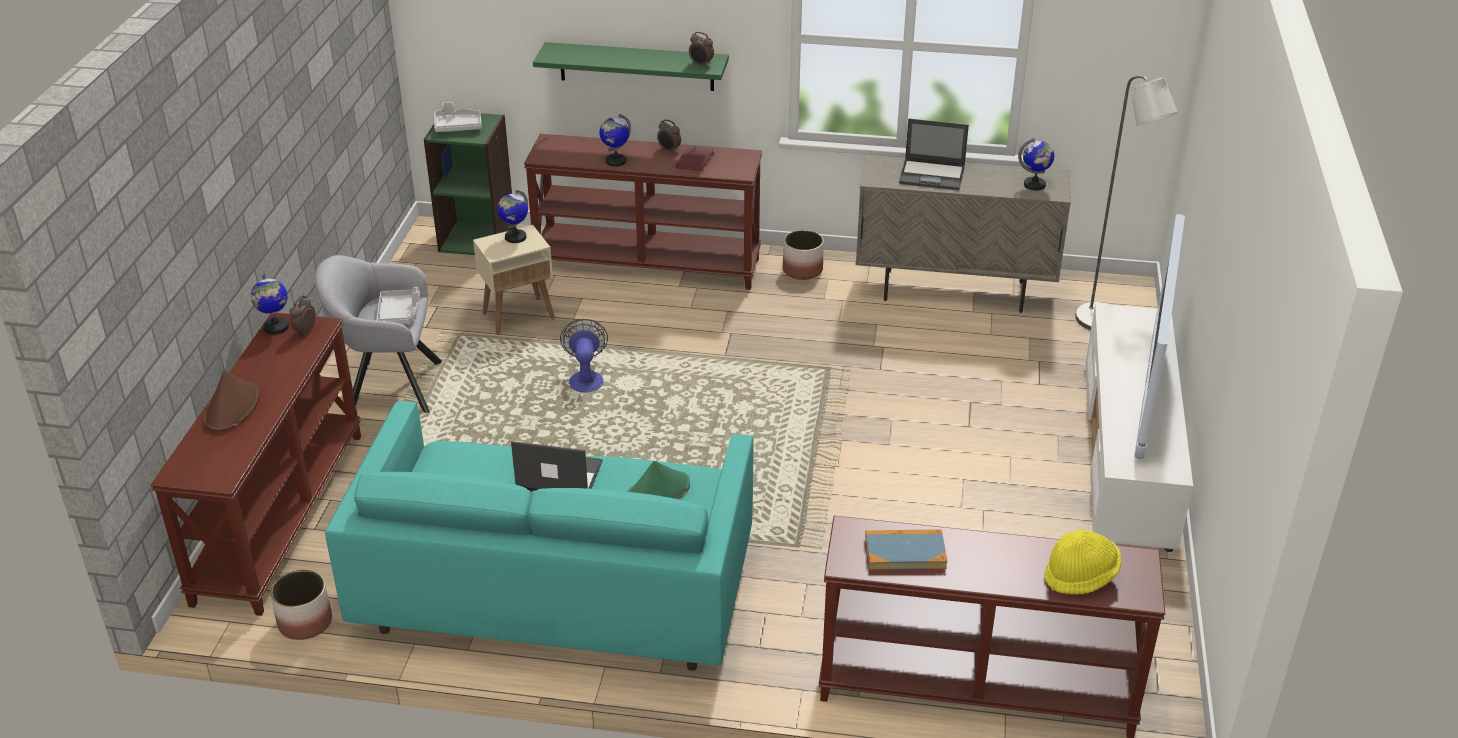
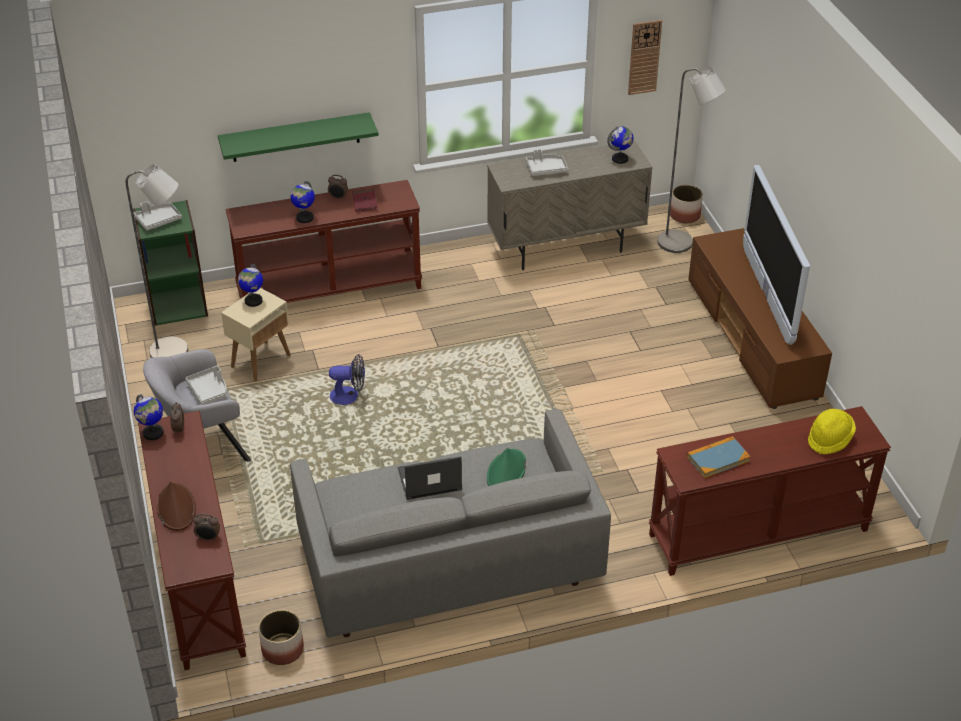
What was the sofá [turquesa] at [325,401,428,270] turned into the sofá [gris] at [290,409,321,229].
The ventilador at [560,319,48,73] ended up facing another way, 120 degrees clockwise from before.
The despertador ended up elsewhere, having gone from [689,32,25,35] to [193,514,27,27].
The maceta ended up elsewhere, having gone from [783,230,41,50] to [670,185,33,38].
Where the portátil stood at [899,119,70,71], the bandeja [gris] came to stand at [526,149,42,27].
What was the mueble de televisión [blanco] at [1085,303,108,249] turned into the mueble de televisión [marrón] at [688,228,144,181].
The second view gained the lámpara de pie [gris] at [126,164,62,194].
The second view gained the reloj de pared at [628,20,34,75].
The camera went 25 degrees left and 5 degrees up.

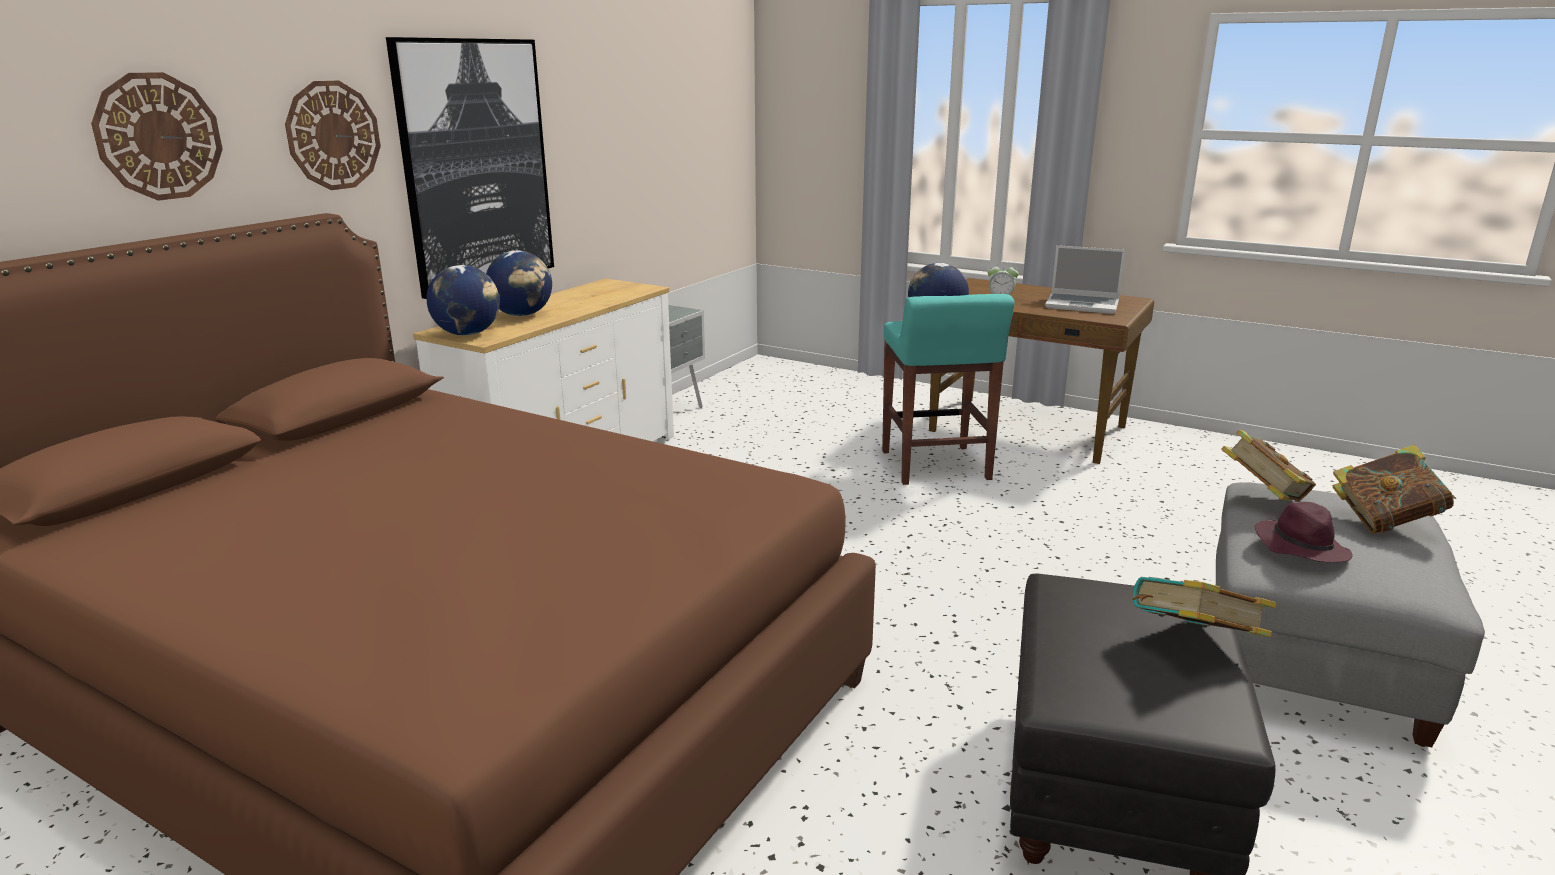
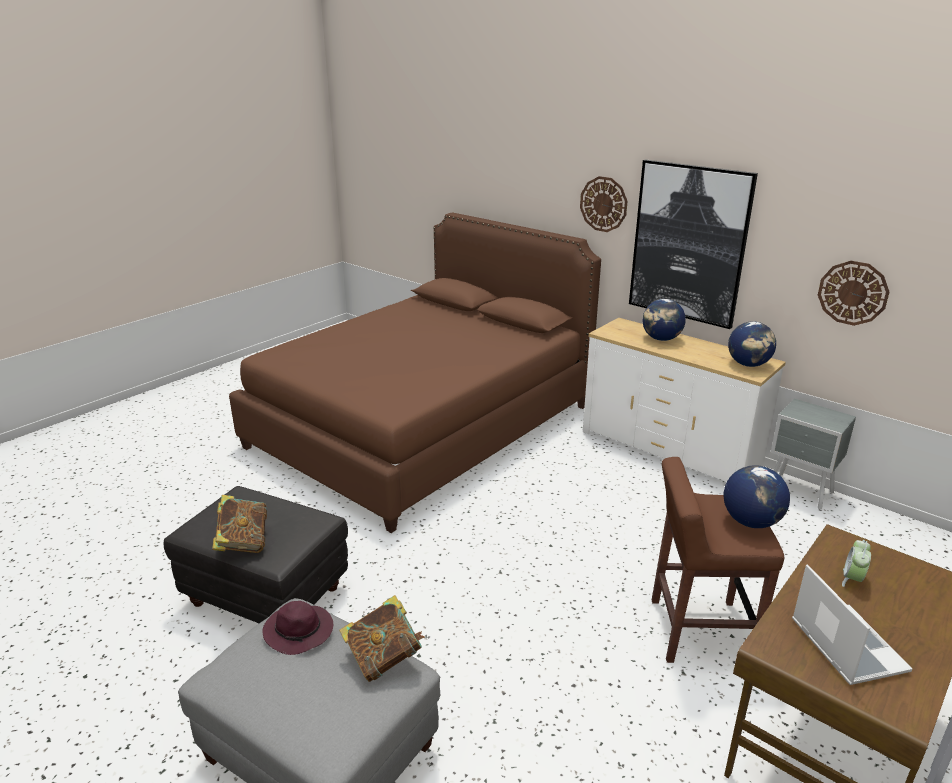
The reloj de pared ended up elsewhere, having gone from [91,72,132,129] to [818,261,71,65].
The globo terráqueo ended up elsewhere, having gone from [427,265,73,71] to [728,321,48,46].
What was the taburete [turquesa] at [882,294,133,191] turned into the taburete [marrón] at [652,457,132,206].
The portátil at [1045,245,80,69] ended up facing another way, 135 degrees clockwise from before.
The second view lost the libro at [1333,445,123,89].
The camera went 100 degrees right and 5 degrees up.

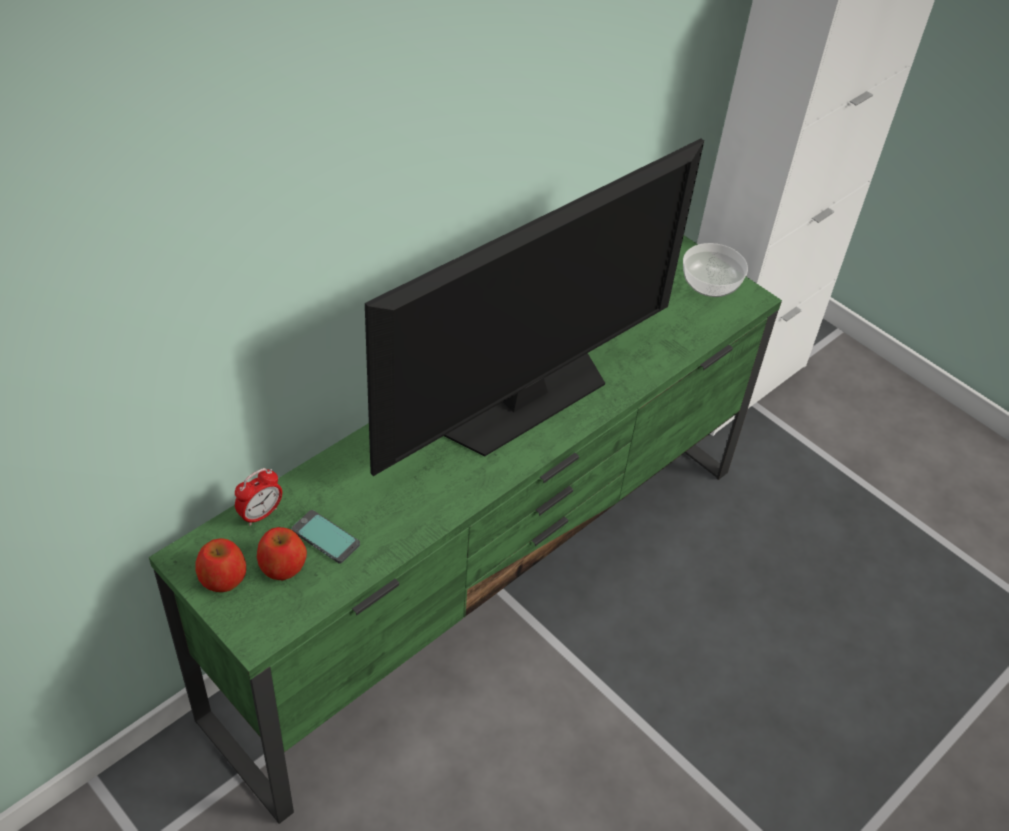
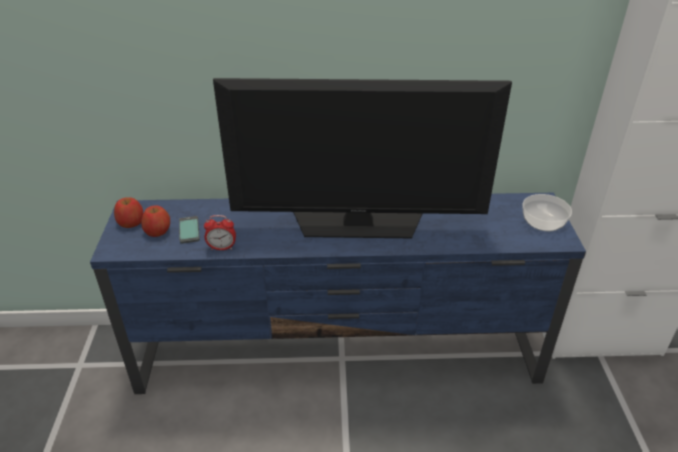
What was the mueble de televisión [verde] at [149,235,633,589] turned into the mueble de televisión [azul] at [90,193,496,201].
The despertador ended up elsewhere, having gone from [235,468,47,58] to [204,215,32,35].
The camera went 45 degrees right and 10 degrees down.

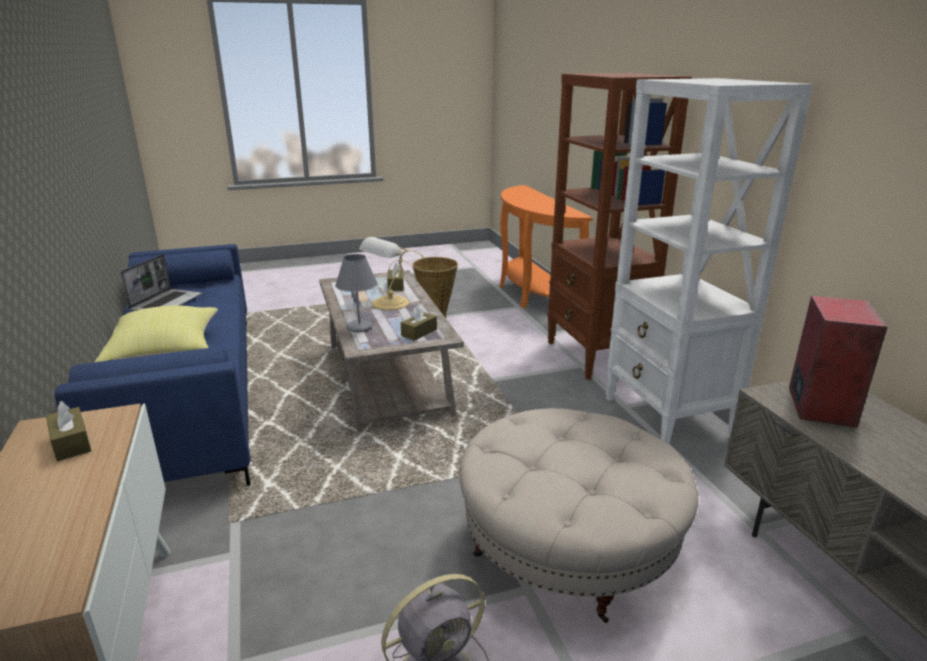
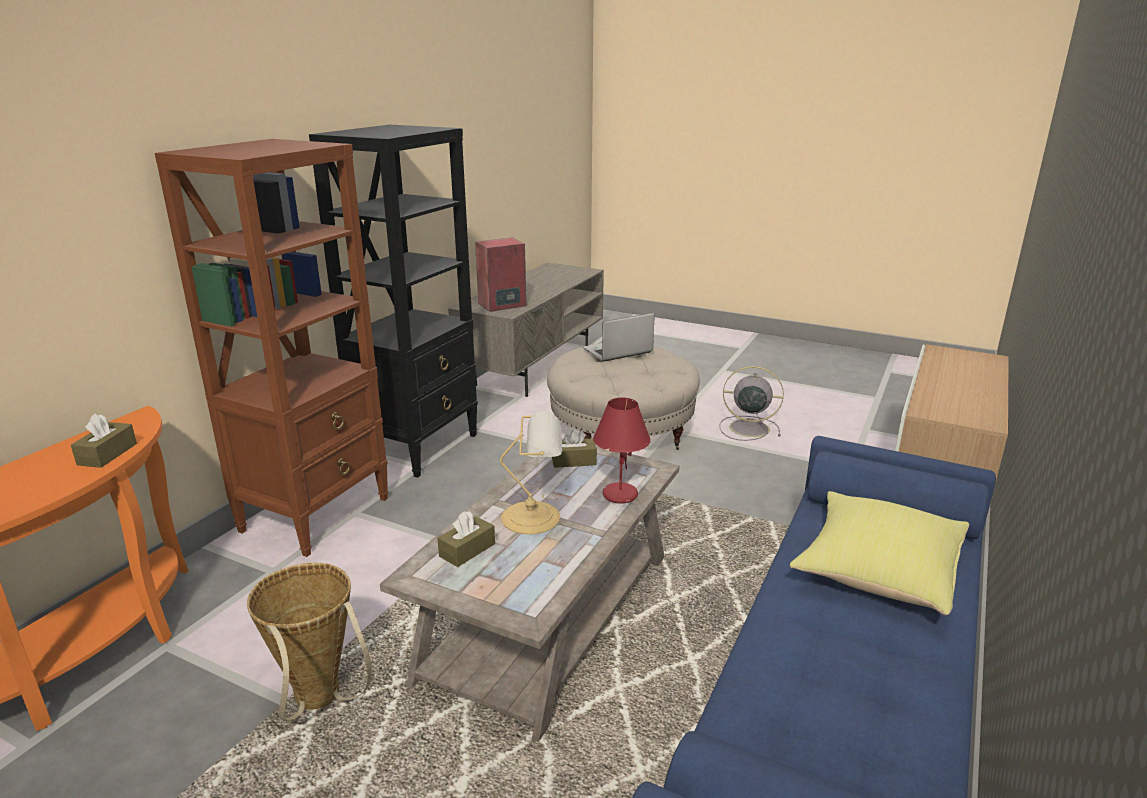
The caja de pañuelos [marrón] ended up elsewhere, having gone from [46,401,45,60] to [71,413,66,55].
The portátil ended up elsewhere, having gone from [120,254,82,57] to [583,313,72,49].
What was the lámpara de mesa [gris] at [335,254,43,78] turned into the lámpara de mesa [rojo] at [593,398,58,106].
What was the estantería [blanco] at [606,78,207,366] turned into the estantería [negro] at [309,125,169,353].
The camera went 135 degrees left and 0 degrees up.

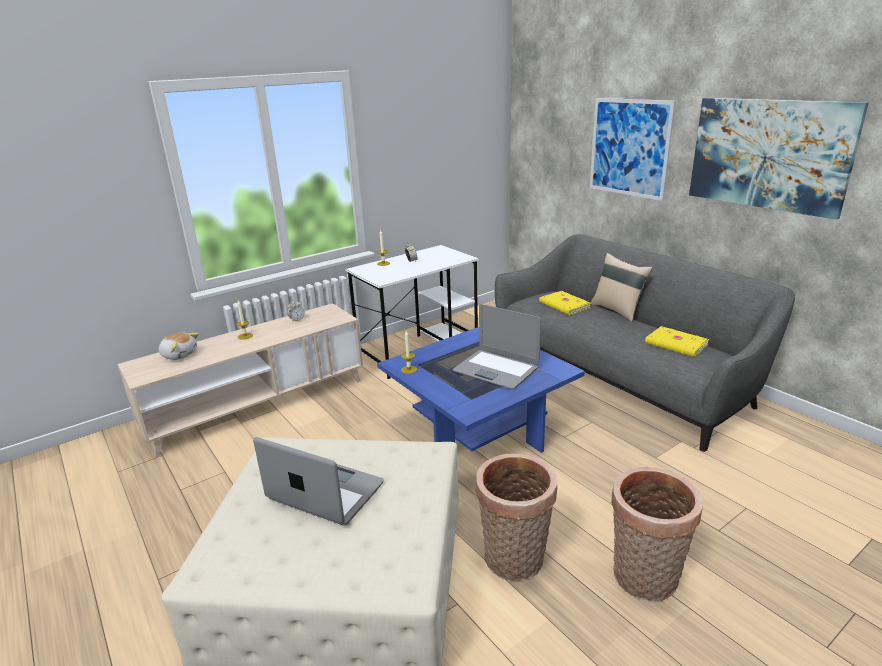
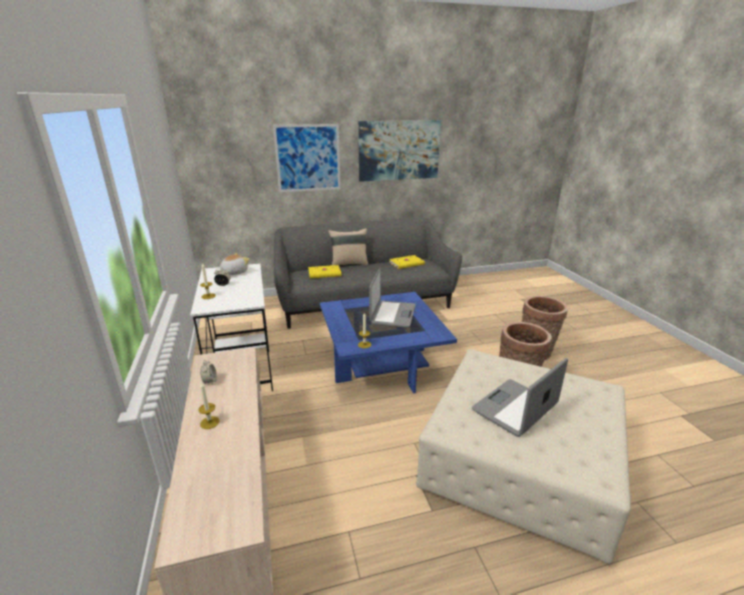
The peluche ended up elsewhere, having gone from [158,332,41,28] to [220,253,30,22].
The portátil at [453,304,88,85] ended up facing another way, 45 degrees counterclockwise from before.
The camera went 70 degrees left and 0 degrees up.

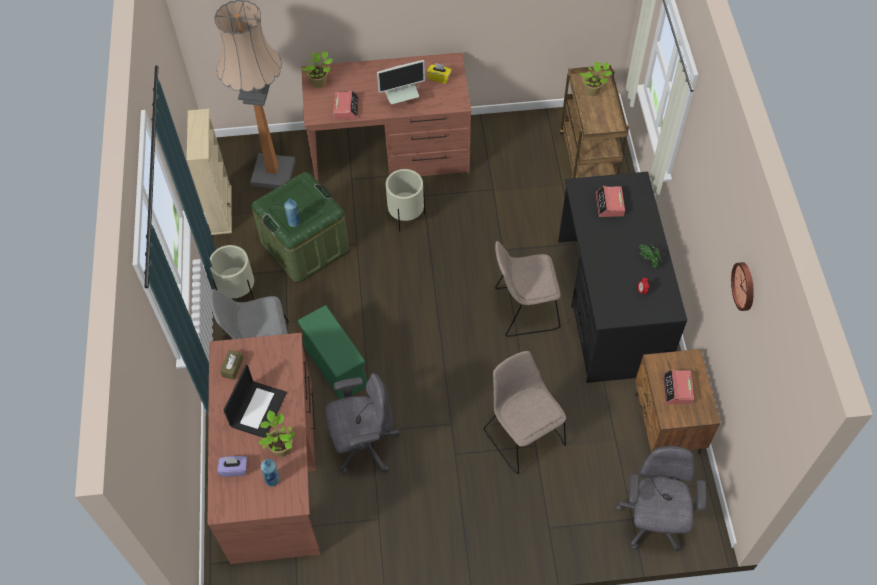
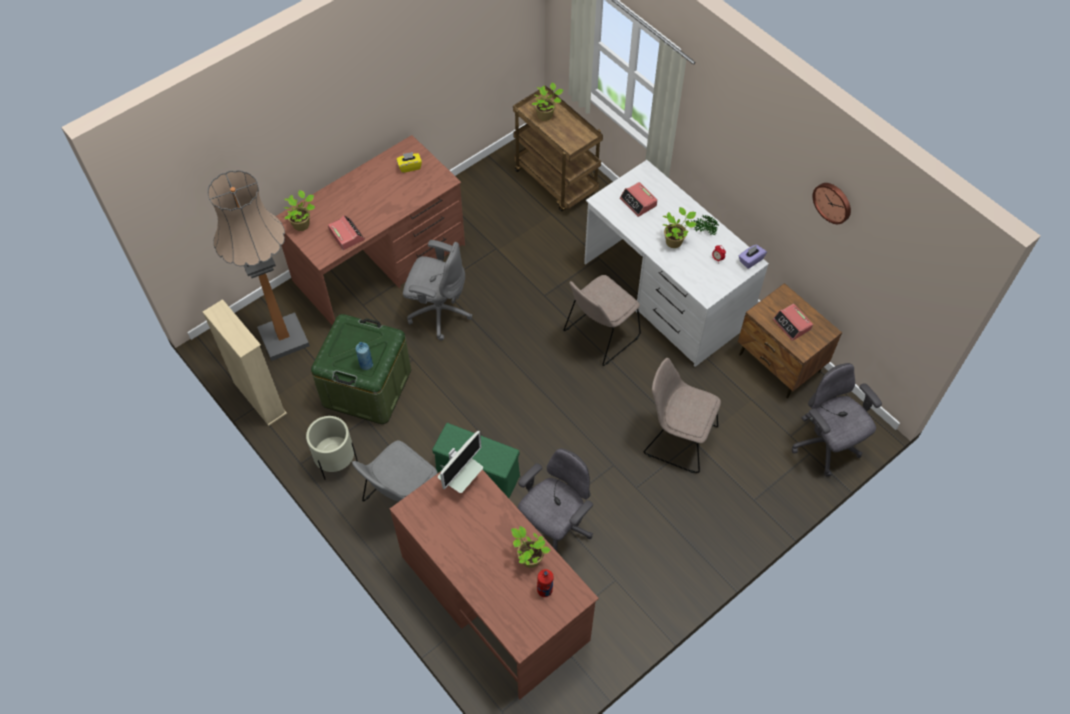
The caja de pañuelos [morado] ended up elsewhere, having gone from [217,456,30,21] to [739,244,28,25].
The second view lost the caja de pañuelos [marrón] at [220,350,24,30].
The second view lost the portátil at [223,365,64,73].
What was the botella [azul] at [261,459,19,28] turned into the botella [rojo] at [537,569,17,28].
The monitor ended up elsewhere, having gone from [377,60,48,44] to [438,431,45,62].
Where the maceta [beis] stood at [386,169,39,62], the silla de oficina [gris] came to stand at [403,240,69,101].
What was the escritorio [negro] at [558,172,129,211] turned into the escritorio [blanco] at [584,160,185,207].
The second view gained the planta en maceta at [663,207,34,41].
The camera went 35 degrees left and 0 degrees up.

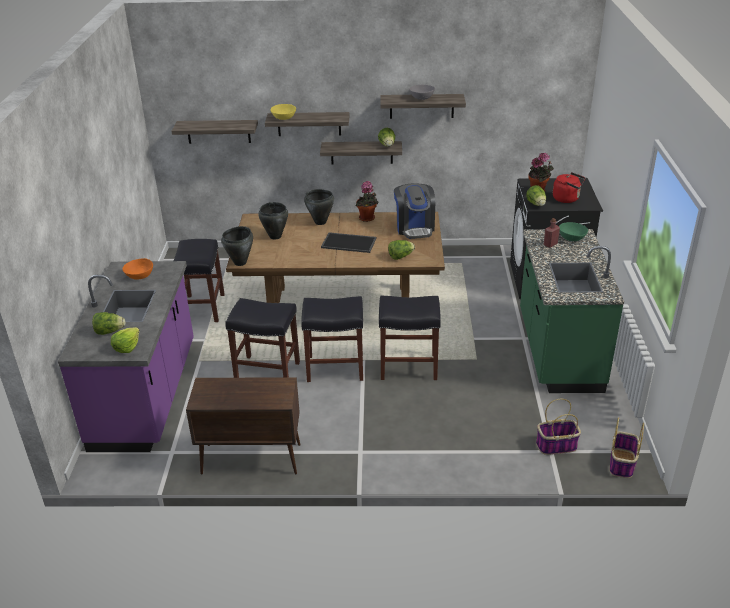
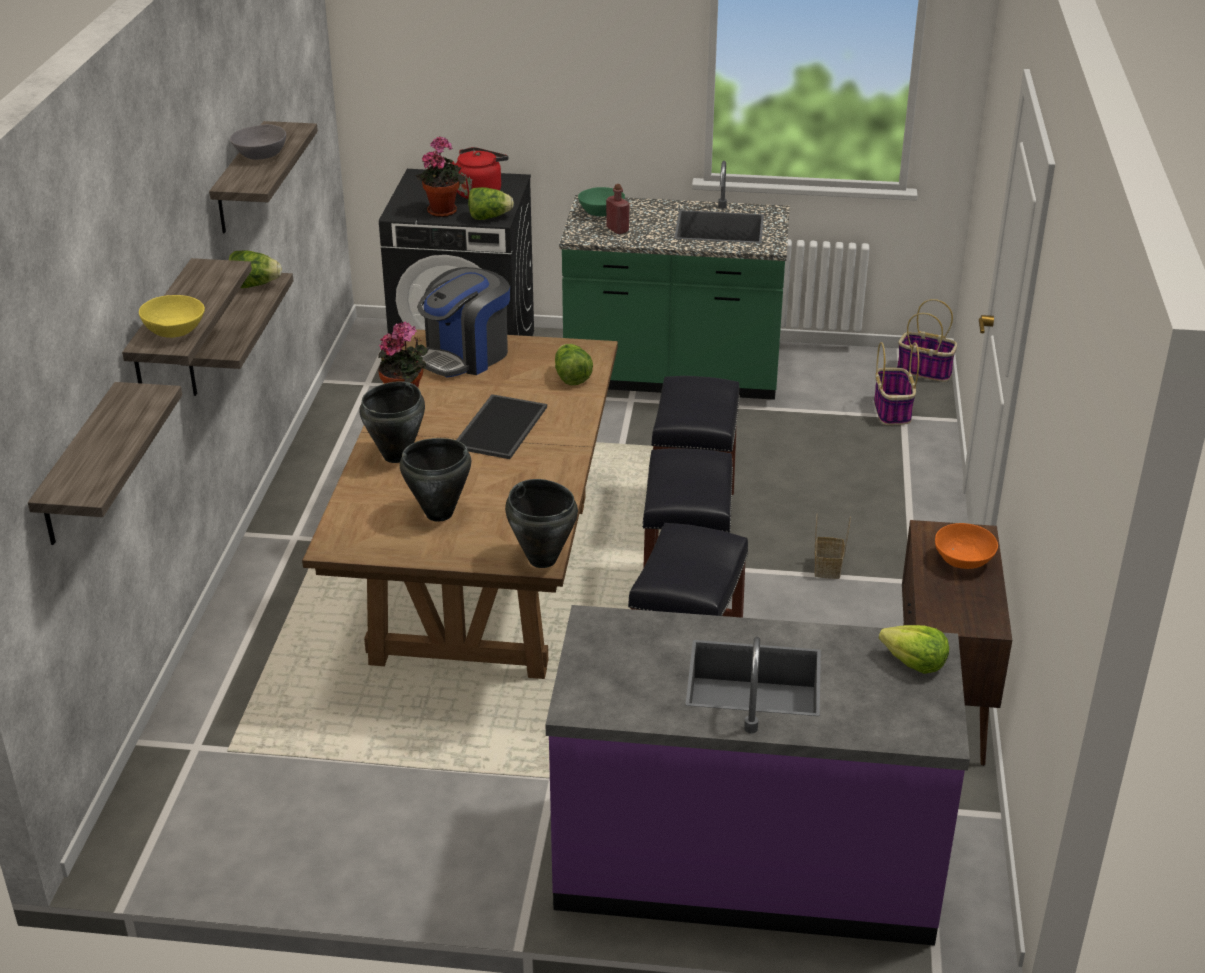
The second view lost the lechuga at [92,312,34,23].
The cuenco [naranja] ended up elsewhere, having gone from [123,258,30,22] to [935,523,63,46].
The second view lost the taburete [negro] at [174,239,51,83].
The cafetera at [394,183,41,56] ended up facing another way, 135 degrees clockwise from before.
The second view gained the cesta at [814,515,37,64].
The camera went 85 degrees left and 0 degrees up.

